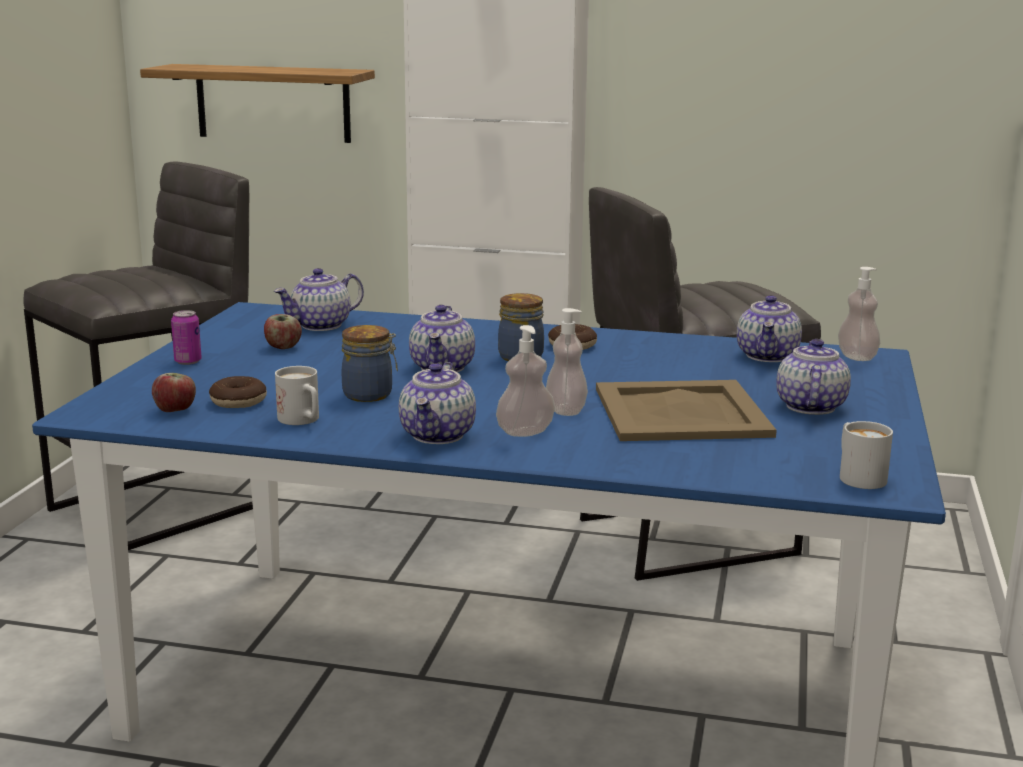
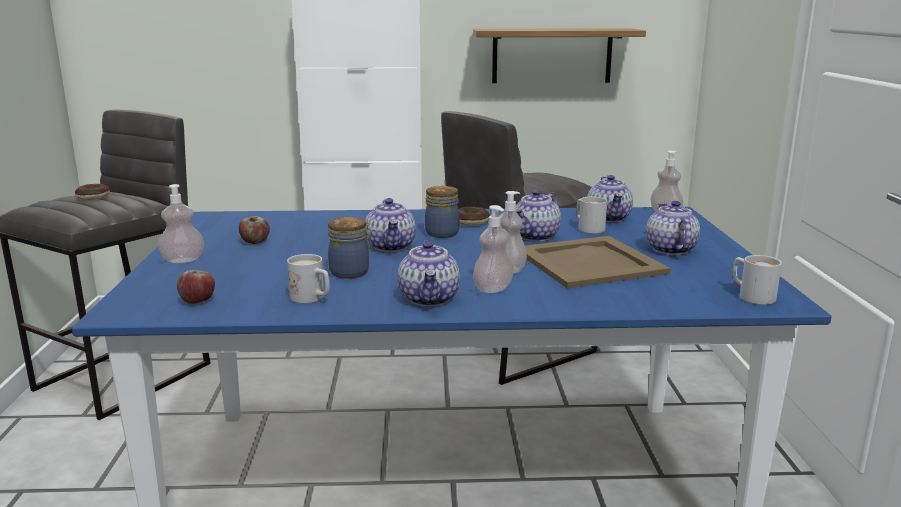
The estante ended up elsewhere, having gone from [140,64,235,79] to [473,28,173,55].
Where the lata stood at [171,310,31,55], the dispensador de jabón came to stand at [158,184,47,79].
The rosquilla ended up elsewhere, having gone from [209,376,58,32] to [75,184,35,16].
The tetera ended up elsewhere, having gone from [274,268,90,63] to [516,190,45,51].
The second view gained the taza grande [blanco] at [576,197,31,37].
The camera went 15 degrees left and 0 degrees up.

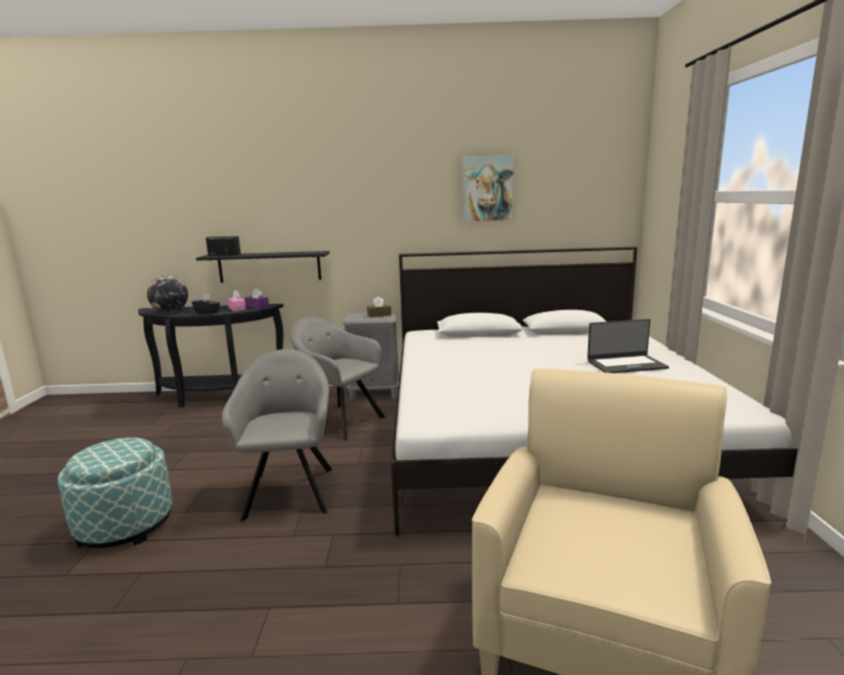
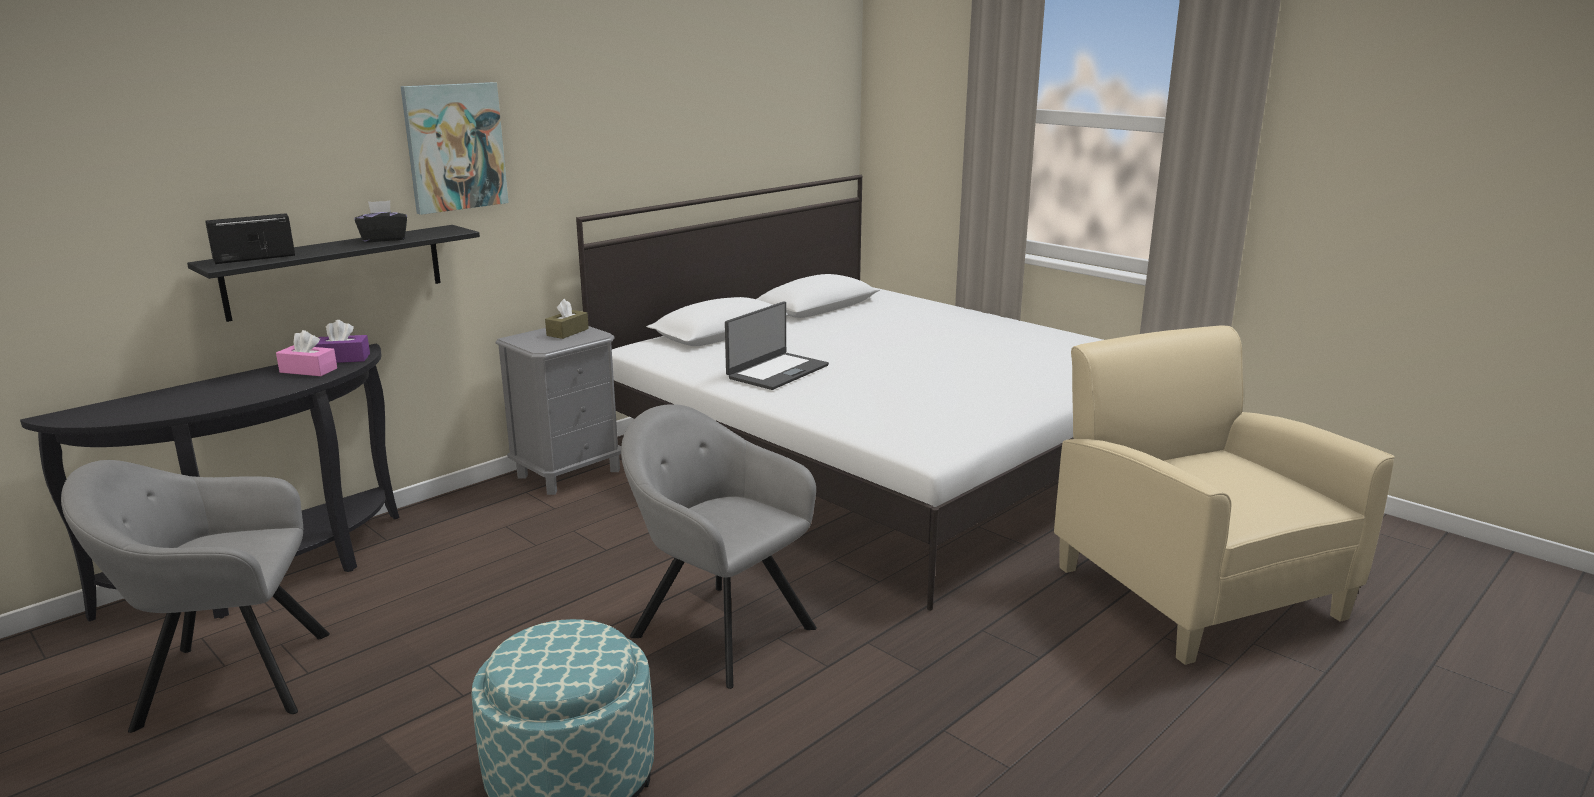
The second view lost the globo terráqueo at [147,275,41,38].
The caja de pañuelos [negro] ended up elsewhere, having gone from [192,294,28,20] to [355,200,52,42].
The sillón [gris] ended up elsewhere, having gone from [290,317,95,123] to [61,460,269,273].
The cuadro ended up elsewhere, having gone from [462,155,52,66] to [401,82,108,133].
The portátil ended up elsewhere, having gone from [587,319,82,54] to [725,302,104,88].
The camera went 45 degrees left and 5 degrees up.

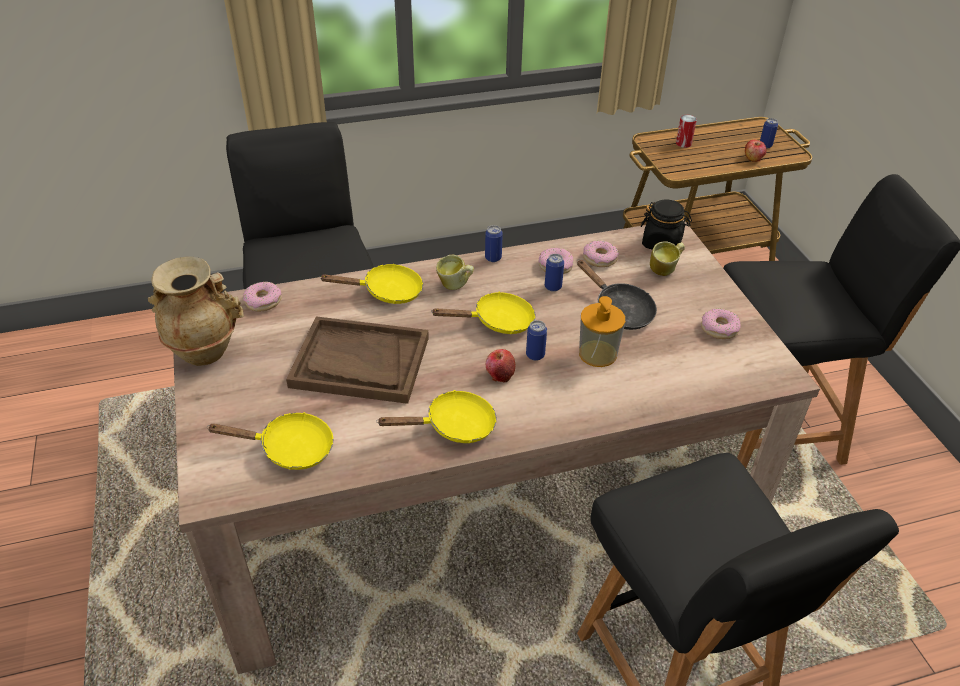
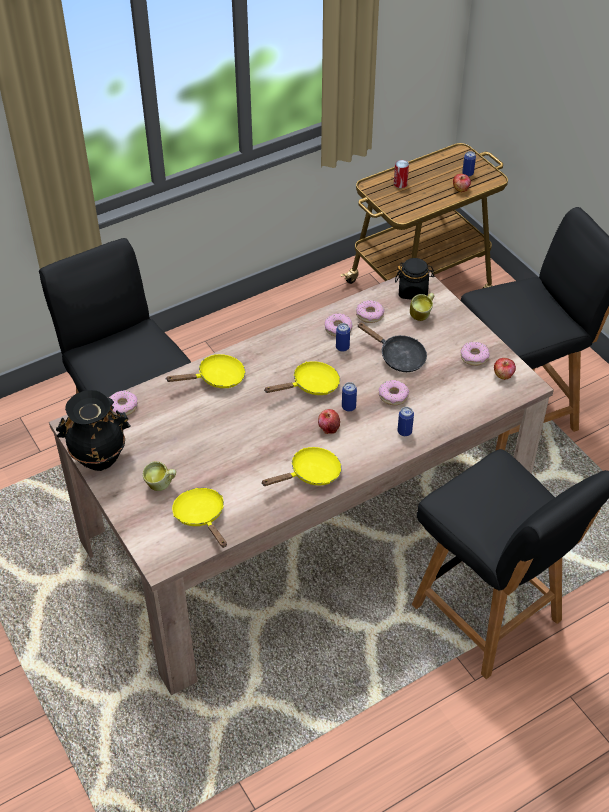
What was the florero [beis] at [148,257,96,109] turned into the florero [negro] at [56,390,75,81].
The sartén [amarillo] at [207,412,127,58] ended up facing another way, 105 degrees counterclockwise from before.
The second view lost the bandeja [marrón] at [286,316,143,88].
The taza grande ended up elsewhere, having gone from [436,255,38,35] to [142,461,34,30].
The lata ended up elsewhere, having gone from [485,225,18,37] to [398,407,16,29].
Where the dispensador de jabón stood at [579,296,46,71], the rosquilla came to stand at [379,380,30,25].
The second view gained the manzana at [494,358,22,22].
The camera went 15 degrees left and 5 degrees up.

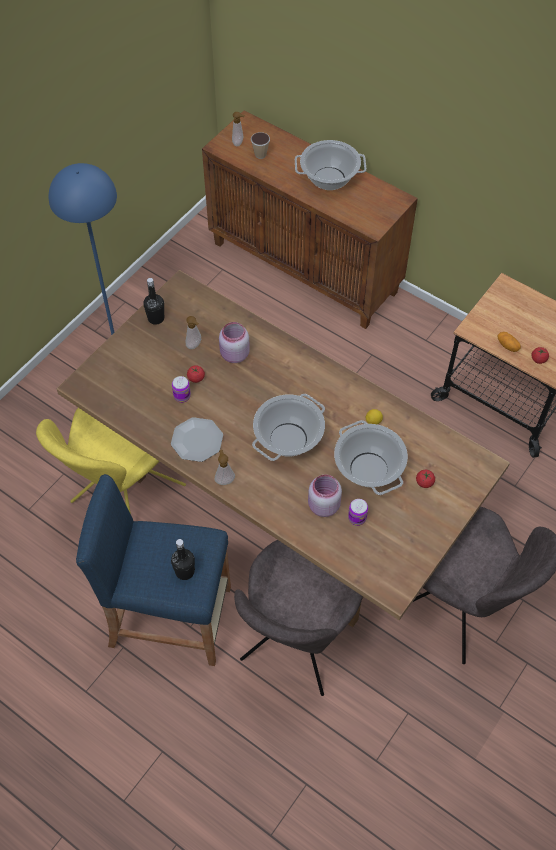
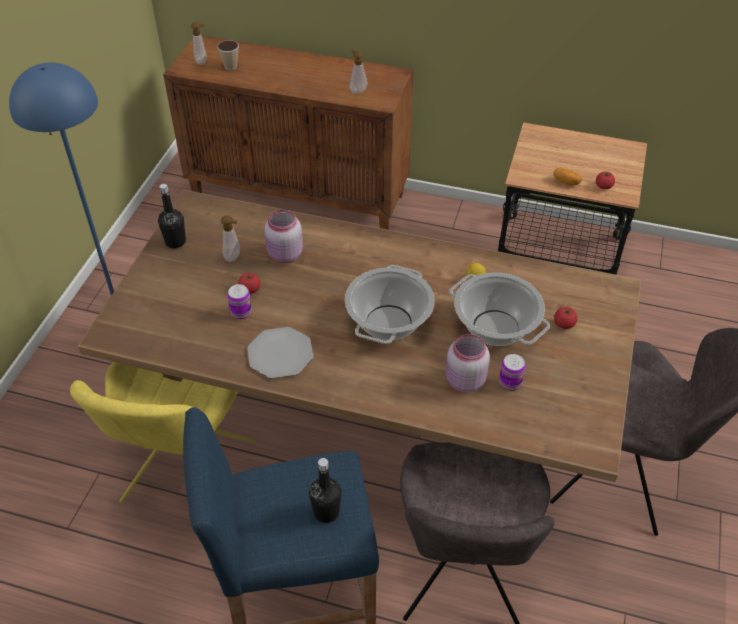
The dispensador de jabón ended up elsewhere, having gone from [215,450,20,35] to [350,49,17,45].
The second view lost the olla at [295,140,71,50].
The camera went 20 degrees left and 10 degrees down.

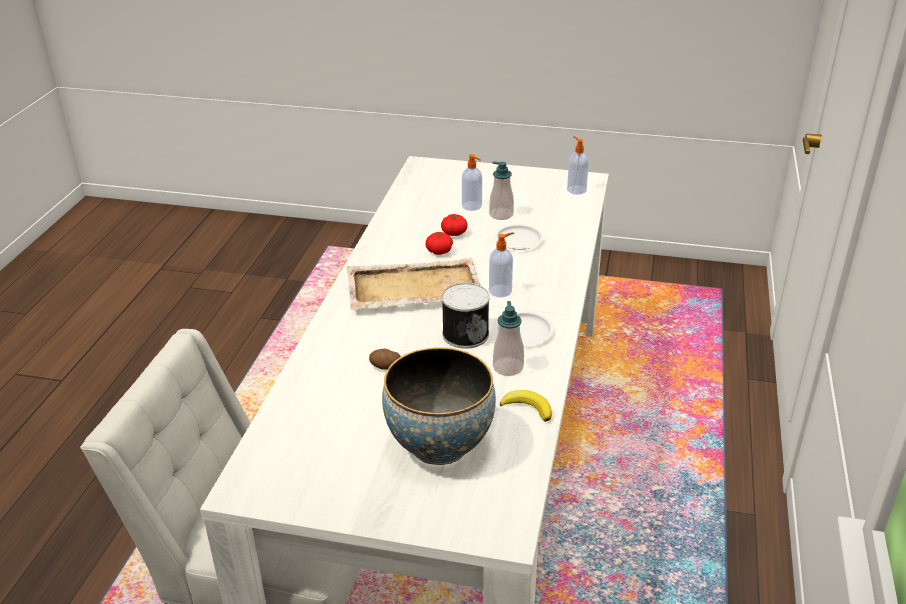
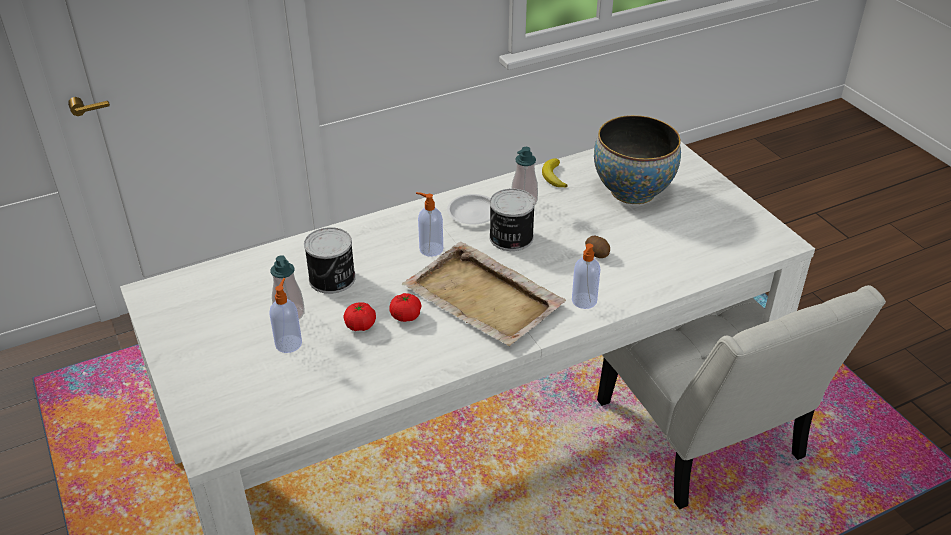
Where the plato [blanco] stood at [494,224,49,26], the lata came to stand at [304,227,52,67].
The dispensador de jabón ended up elsewhere, having gone from [567,136,22,59] to [572,243,28,66].
The camera went 130 degrees left and 5 degrees up.

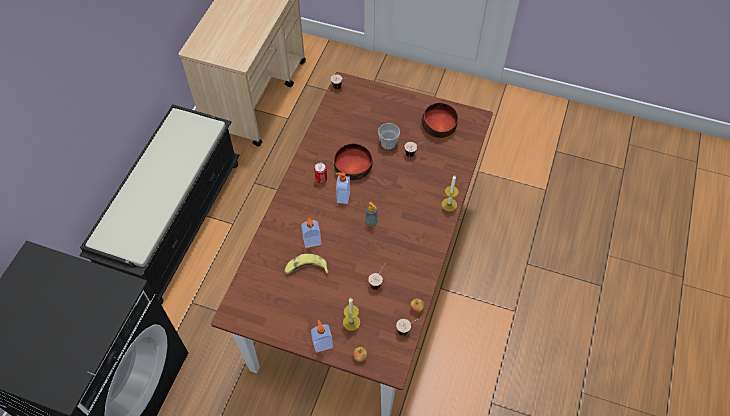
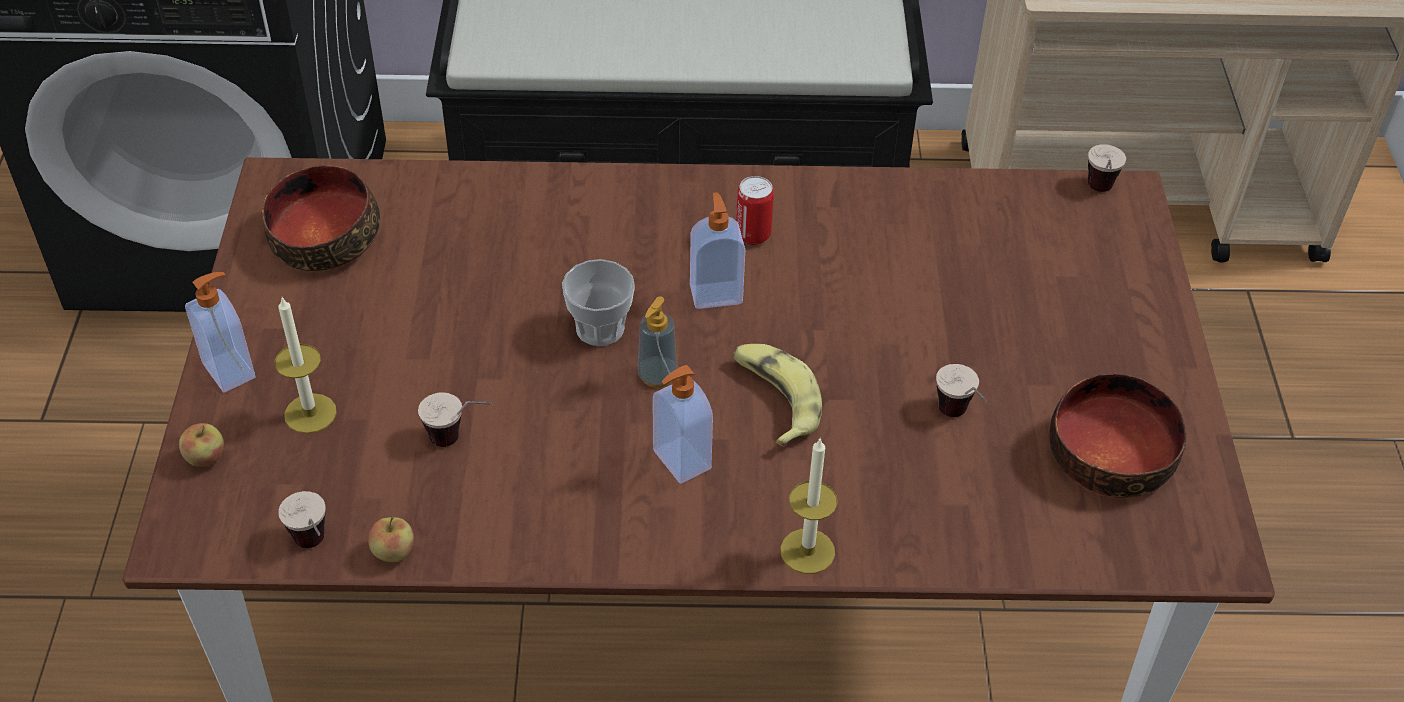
The plátano ended up elsewhere, having gone from [284,254,45,21] to [732,344,90,103].
The dispensador de jabón ended up elsewhere, having gone from [301,218,20,30] to [653,365,60,119].
The cuenco ended up elsewhere, having gone from [334,144,39,36] to [262,165,118,106].
The taza ended up elsewhere, having gone from [378,123,22,26] to [562,259,73,87].
The camera went 70 degrees right and 10 degrees down.

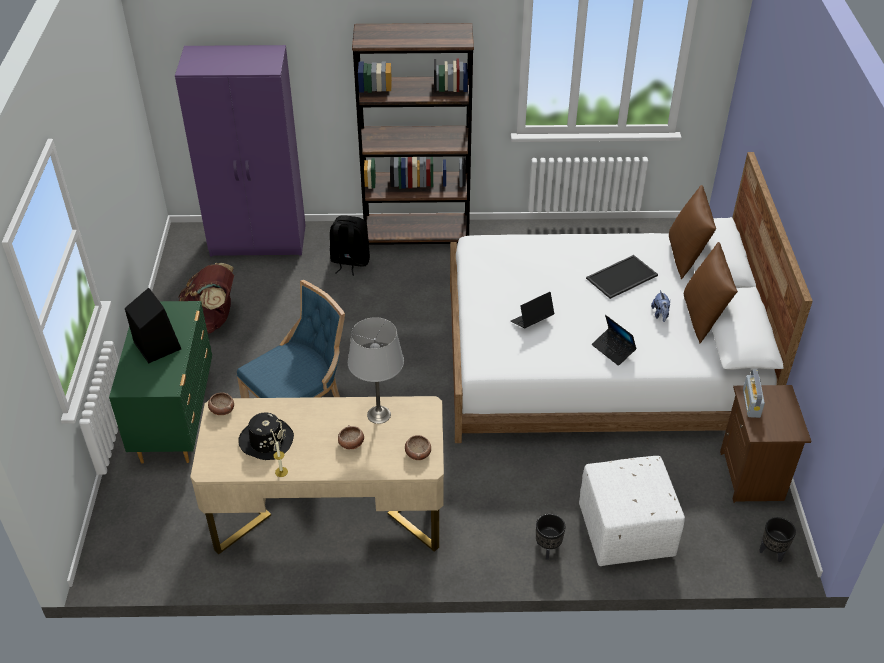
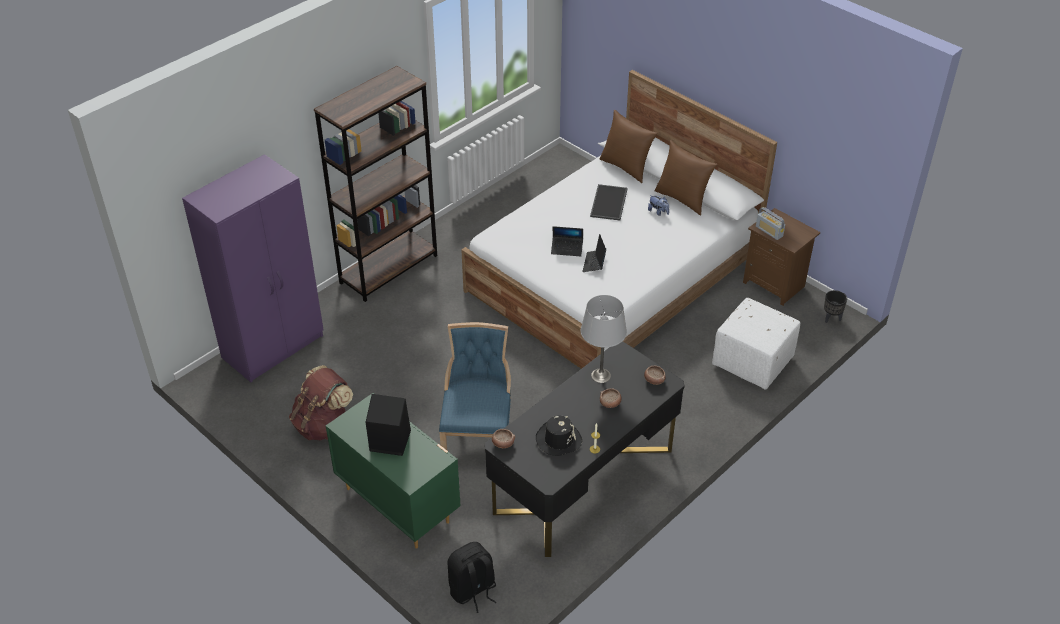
What was the escritorio [beis] at [190,396,254,158] turned into the escritorio [negro] at [485,342,199,215].
The mochila [negro] ended up elsewhere, having gone from [330,215,40,61] to [448,542,48,71].
The second view lost the maceta [negro] at [536,514,29,46].
The portátil ended up elsewhere, having gone from [592,315,45,51] to [551,226,32,30].
The camera went 45 degrees left and 0 degrees up.

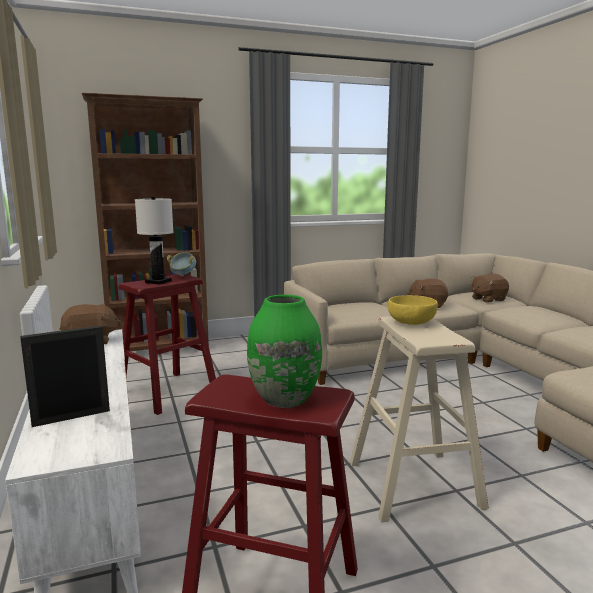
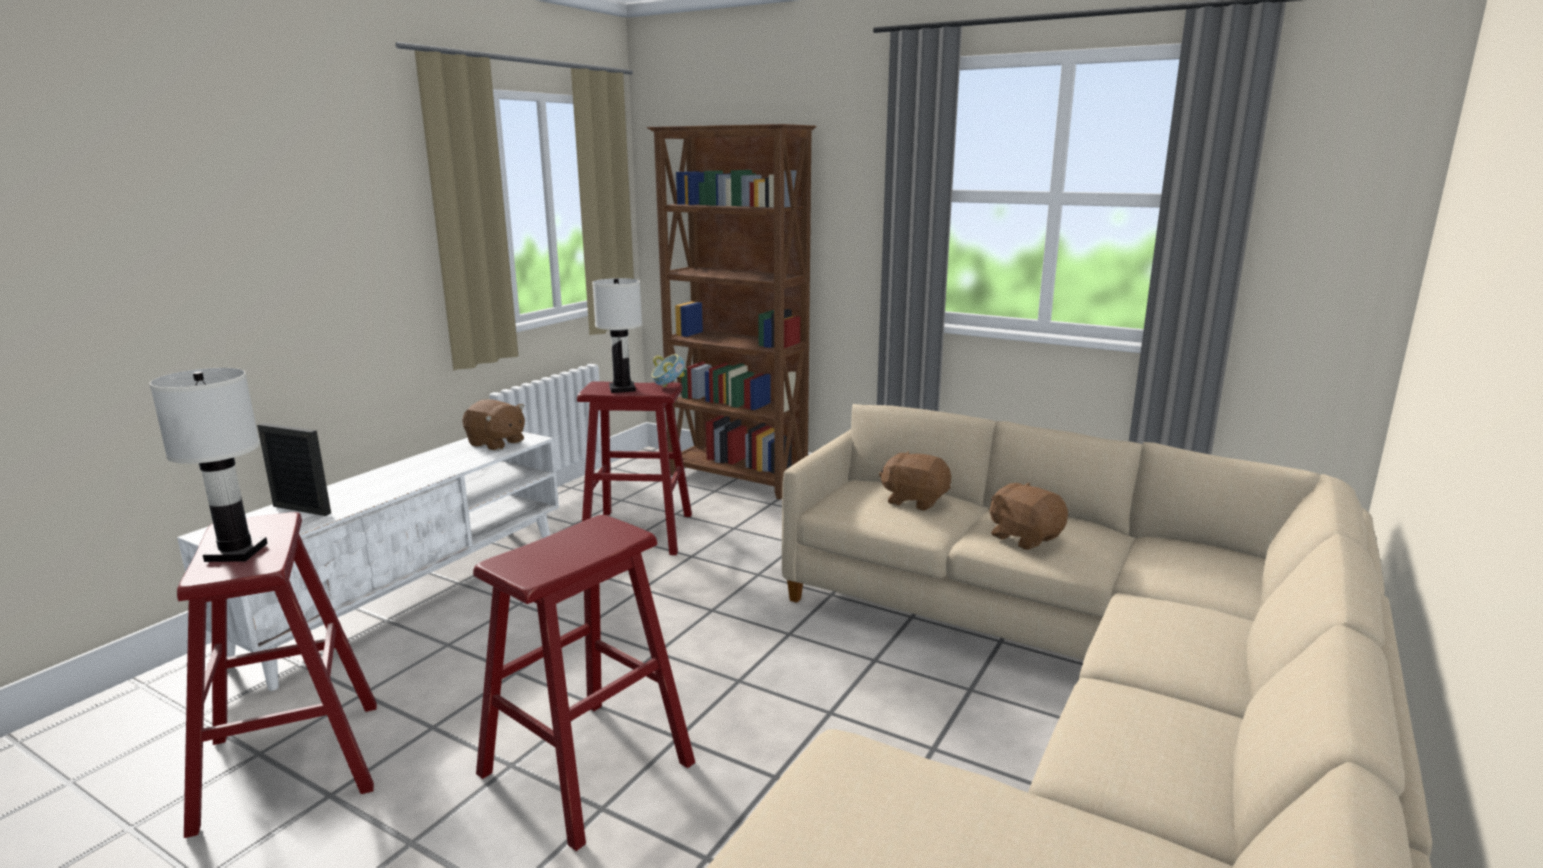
Where the florero [verde] stood at [247,295,75,113], the lámpara de mesa [blanco] came to stand at [149,368,119,194].
What was the taburete [beis] at [350,316,139,206] turned into the taburete [rojo] at [473,515,222,336].
The second view lost the cuenco [amarillo] at [388,295,50,30].
The peluche [marrón] ended up elsewhere, having gone from [471,274,38,29] to [879,451,72,60].
The camera went 50 degrees right and 5 degrees up.

